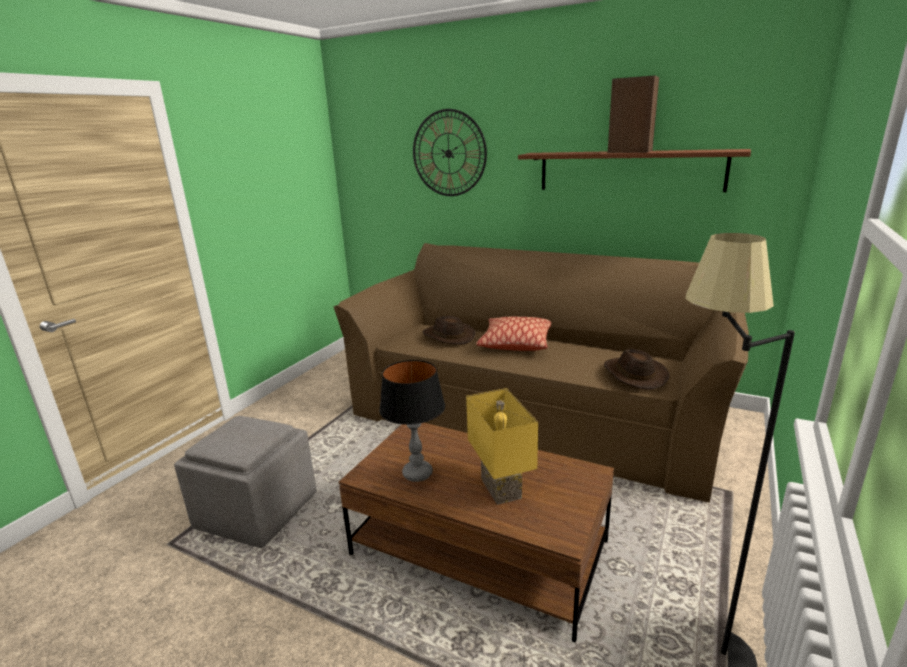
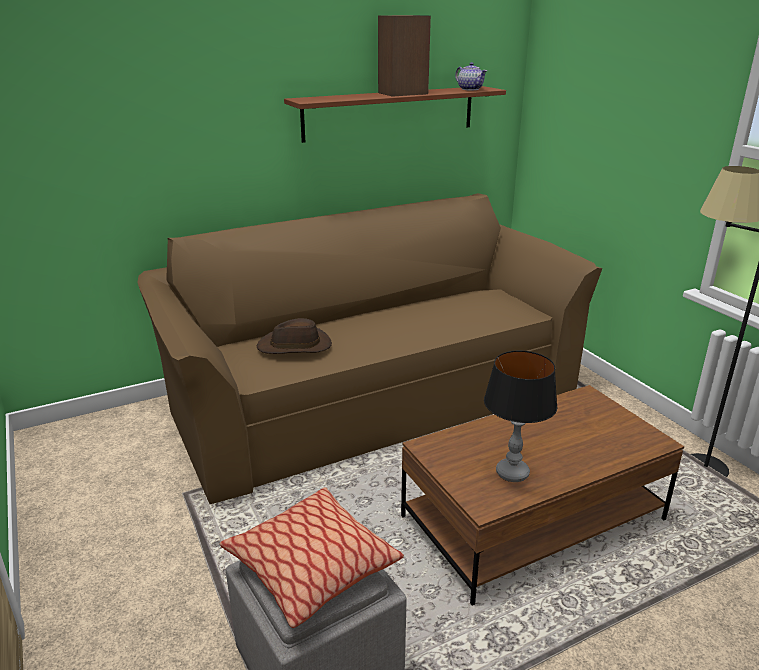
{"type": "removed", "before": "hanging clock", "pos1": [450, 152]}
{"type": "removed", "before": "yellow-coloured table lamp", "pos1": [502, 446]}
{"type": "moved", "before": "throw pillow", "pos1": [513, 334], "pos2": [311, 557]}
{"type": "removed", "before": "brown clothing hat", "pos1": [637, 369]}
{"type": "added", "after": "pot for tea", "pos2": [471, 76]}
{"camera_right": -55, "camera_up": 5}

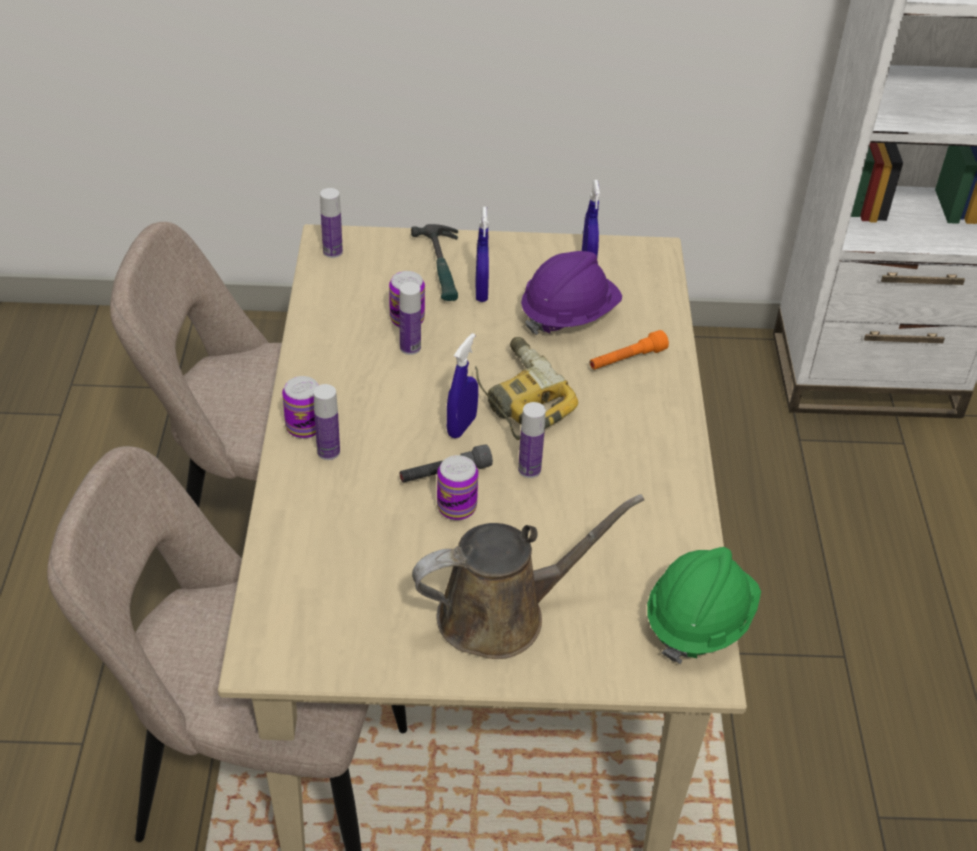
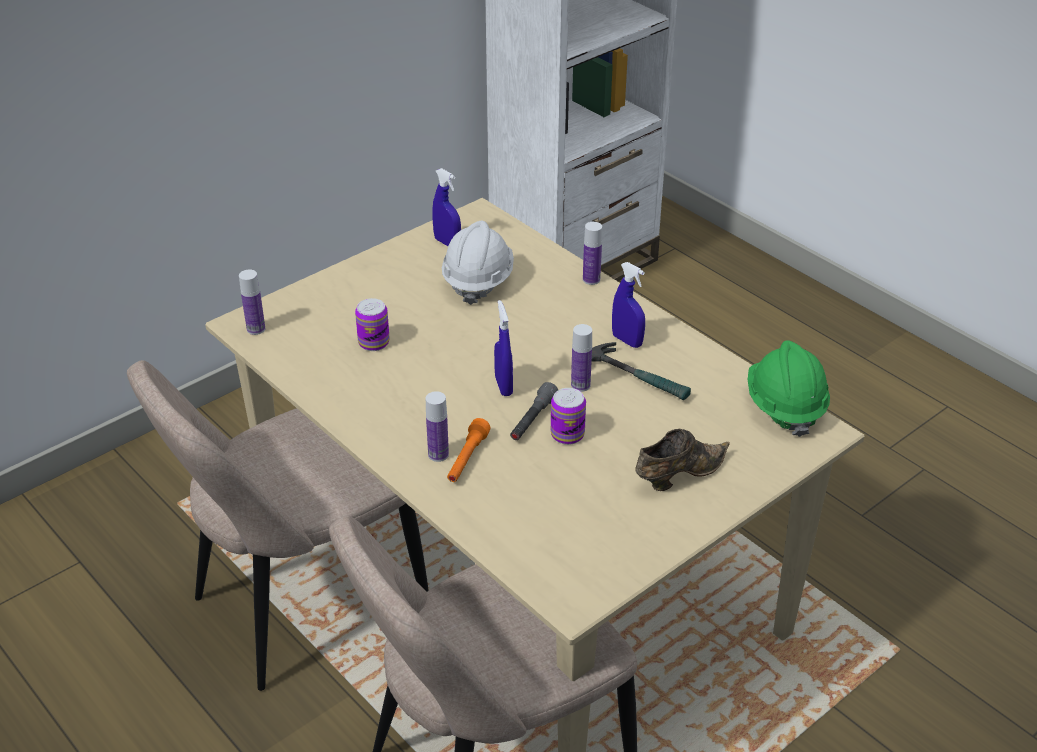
{"type": "removed", "before": "can", "pos1": [300, 407]}
{"type": "moved", "before": "bottle", "pos1": [410, 318], "pos2": [592, 253]}
{"type": "moved", "before": "hammer", "pos1": [434, 262], "pos2": [641, 371]}
{"type": "replaced", "before": "brown sprinkling can", "after": "brown low shoe", "pos1": [528, 576], "pos2": [682, 460]}
{"type": "moved", "before": "blue-coloured hand sprayer", "pos1": [482, 254], "pos2": [628, 305]}
{"type": "removed", "before": "drill", "pos1": [526, 388]}
{"type": "recoloured", "before": "purple-coloured safety helmet", "after": "white safety helmet", "pos1": [571, 293], "pos2": [478, 263]}
{"type": "moved", "before": "orange-coloured torch", "pos1": [629, 350], "pos2": [468, 450]}
{"camera_right": -40, "camera_up": -5}

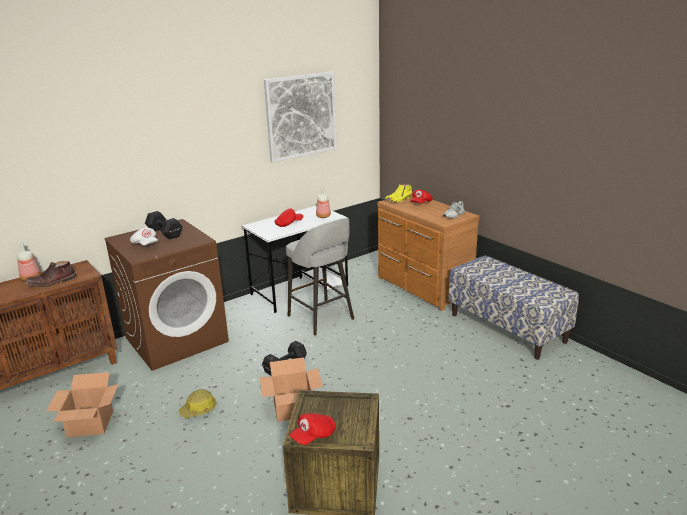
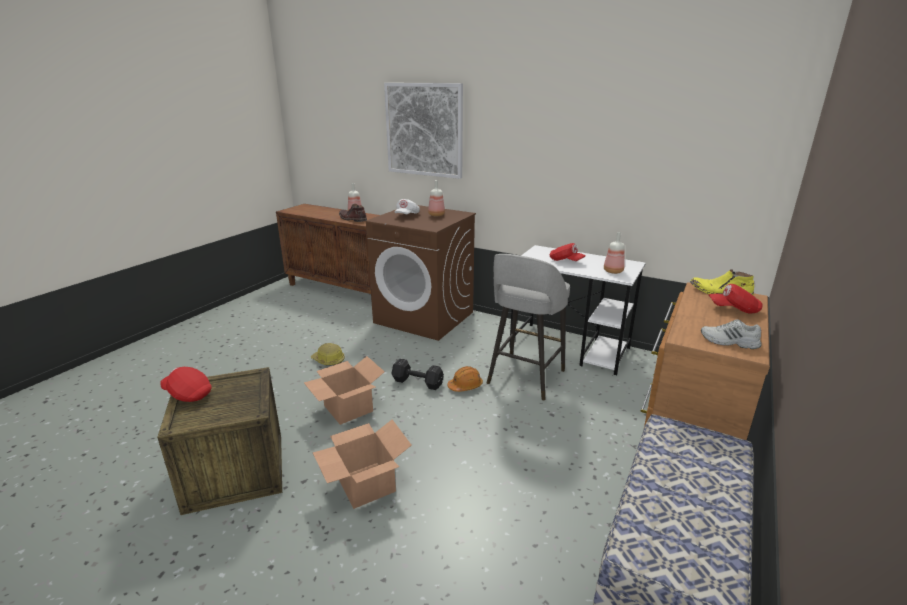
{"type": "moved", "before": "cardboard box", "pos1": [82, 404], "pos2": [362, 464]}
{"type": "replaced", "before": "black-coloured dumbbell", "after": "bottle", "pos1": [164, 225], "pos2": [436, 198]}
{"type": "moved", "before": "wall picture", "pos1": [300, 117], "pos2": [423, 131]}
{"type": "added", "after": "orange-coloured safety helmet", "pos2": [465, 379]}
{"camera_right": 65, "camera_up": 0}

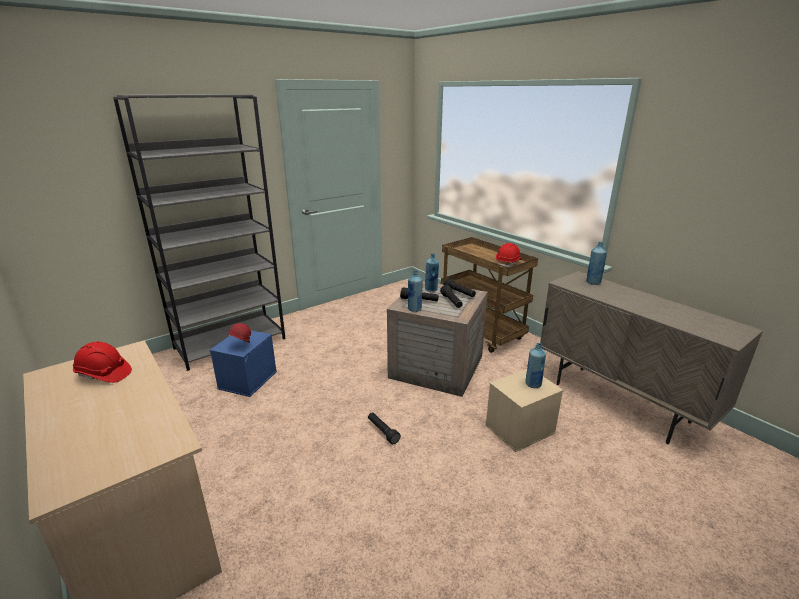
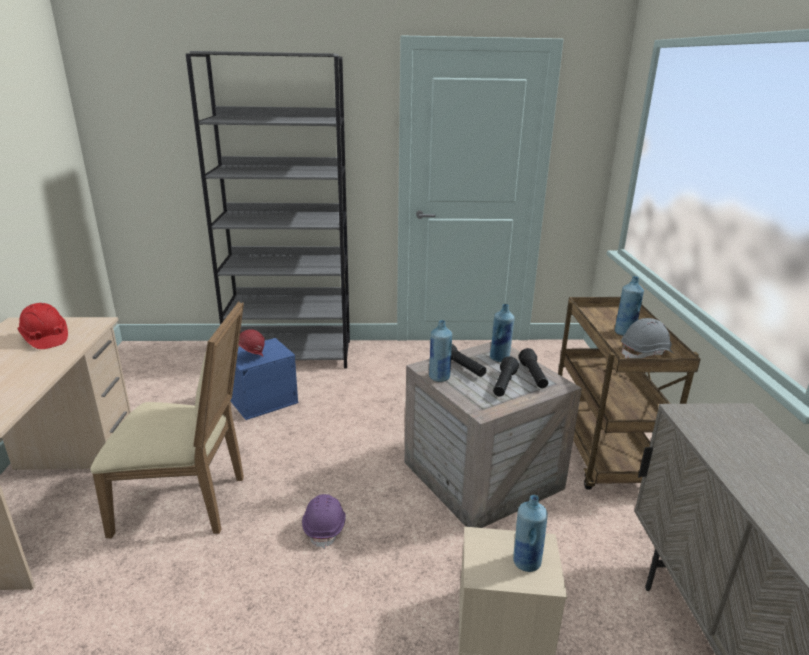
{"type": "replaced", "before": "black-coloured torch", "after": "purple-coloured safety helmet", "pos1": [384, 428], "pos2": [324, 521]}
{"type": "recoloured", "before": "red-coloured safety helmet", "after": "greyish safety helmet", "pos1": [509, 255], "pos2": [647, 338]}
{"type": "moved", "before": "blue-coloured bottle", "pos1": [596, 263], "pos2": [629, 306]}
{"type": "added", "after": "sand-coloured upright chair", "pos2": [167, 420]}
{"camera_right": 35, "camera_up": 0}

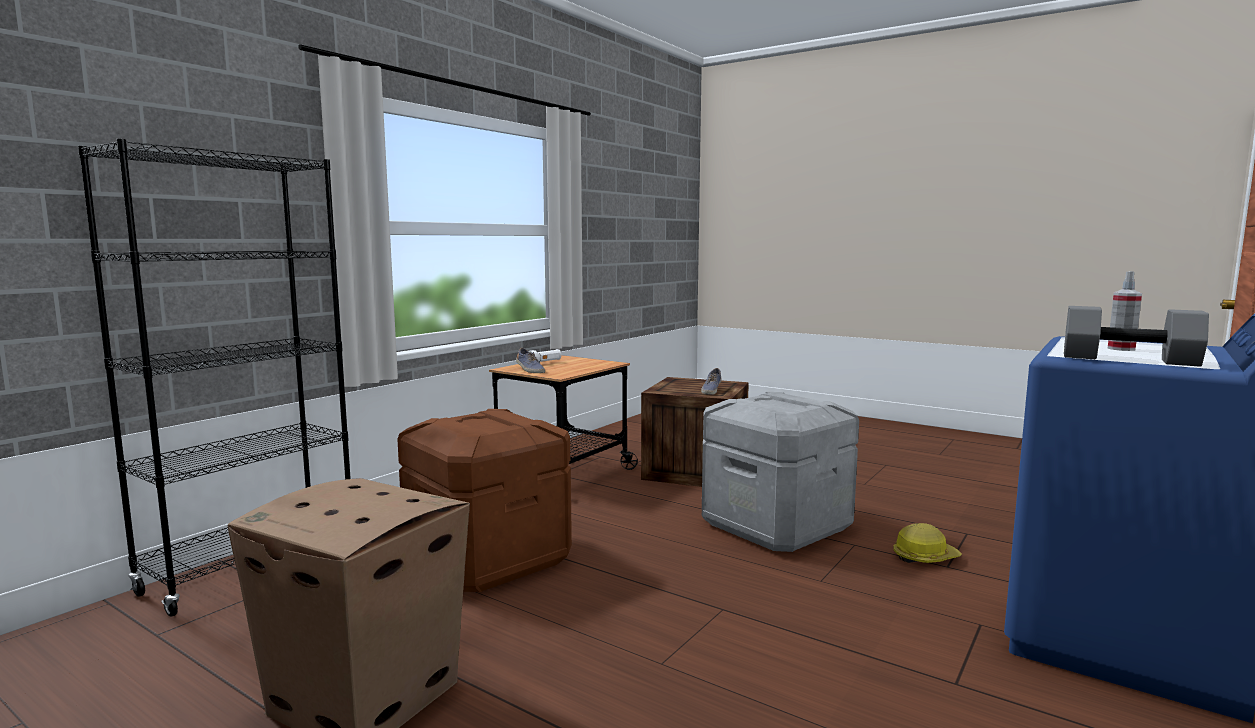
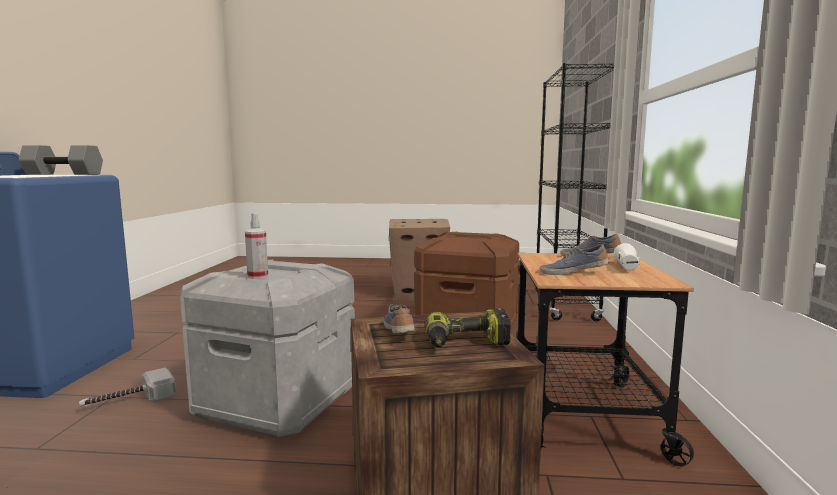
{"type": "replaced", "before": "safety helmet", "after": "hammer", "pos1": [927, 543], "pos2": [127, 387]}
{"type": "moved", "before": "hand sprayer", "pos1": [1124, 311], "pos2": [256, 246]}
{"type": "added", "after": "drill", "pos2": [468, 328]}
{"type": "added", "after": "low shoe", "pos2": [574, 259]}
{"camera_right": 150, "camera_up": 0}

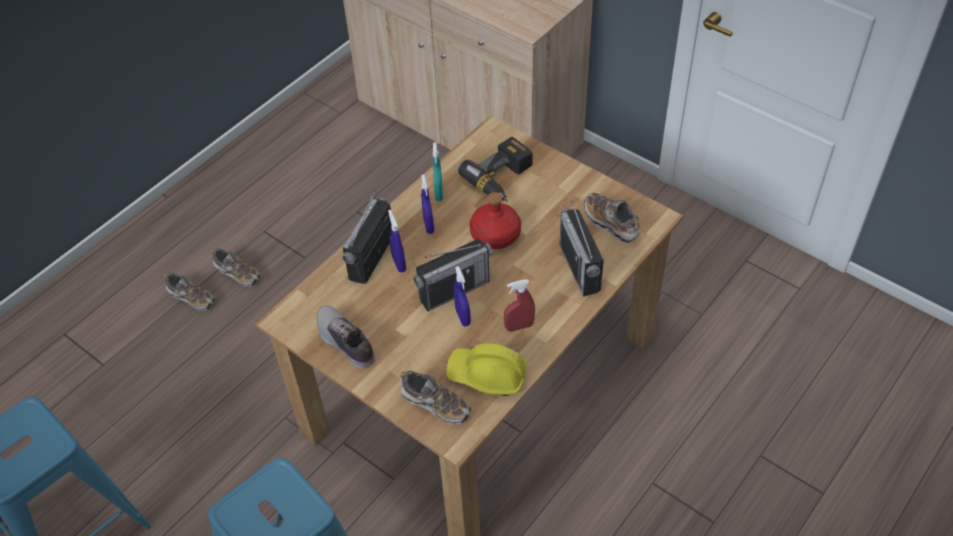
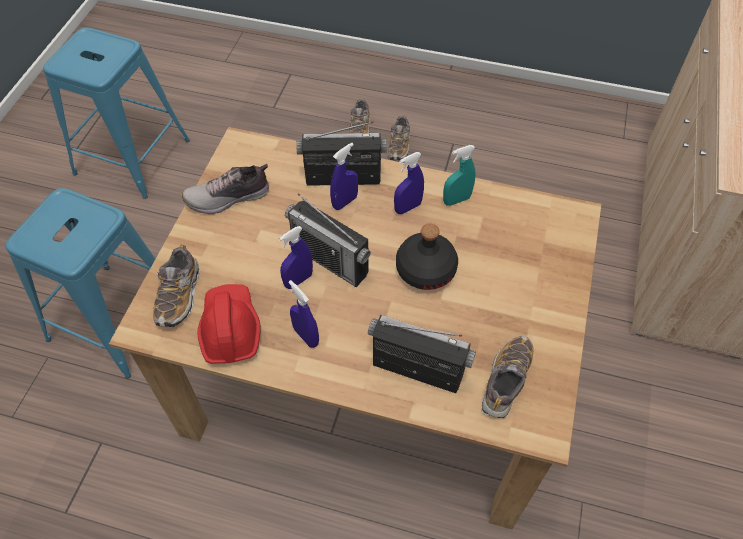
{"type": "turned", "before": "low shoe", "pos1": [346, 337], "pos2": [225, 189], "turn": -135}
{"type": "recoloured", "before": "yellow-coloured safety helmet", "after": "red-coloured safety helmet", "pos1": [486, 369], "pos2": [229, 324]}
{"type": "removed", "before": "drill", "pos1": [495, 169]}
{"type": "recoloured", "before": "red-coloured bottle", "after": "black-coloured bottle", "pos1": [495, 220], "pos2": [427, 257]}
{"type": "recoloured", "before": "red-coloured hand sprayer", "after": "blue-coloured hand sprayer", "pos1": [519, 305], "pos2": [304, 314]}
{"type": "turned", "before": "radio receiver", "pos1": [582, 248], "pos2": [422, 354], "turn": 60}
{"camera_right": 65, "camera_up": 5}

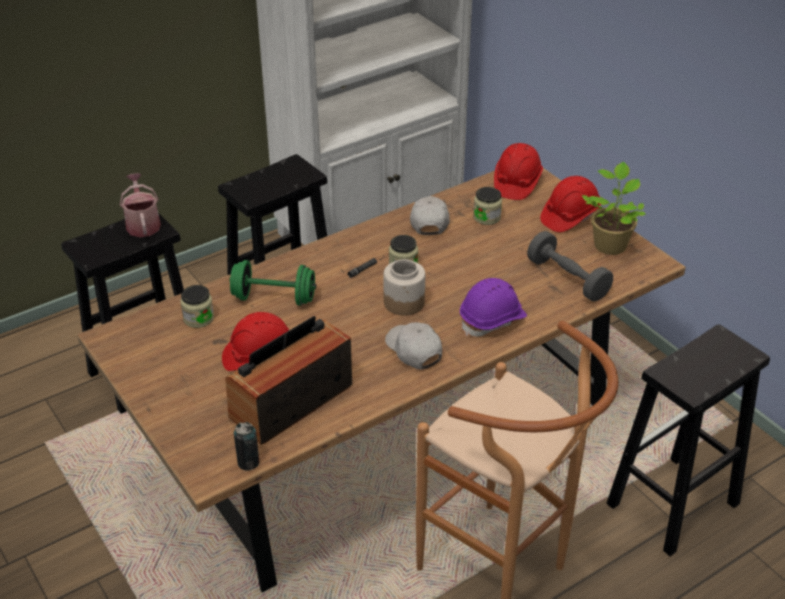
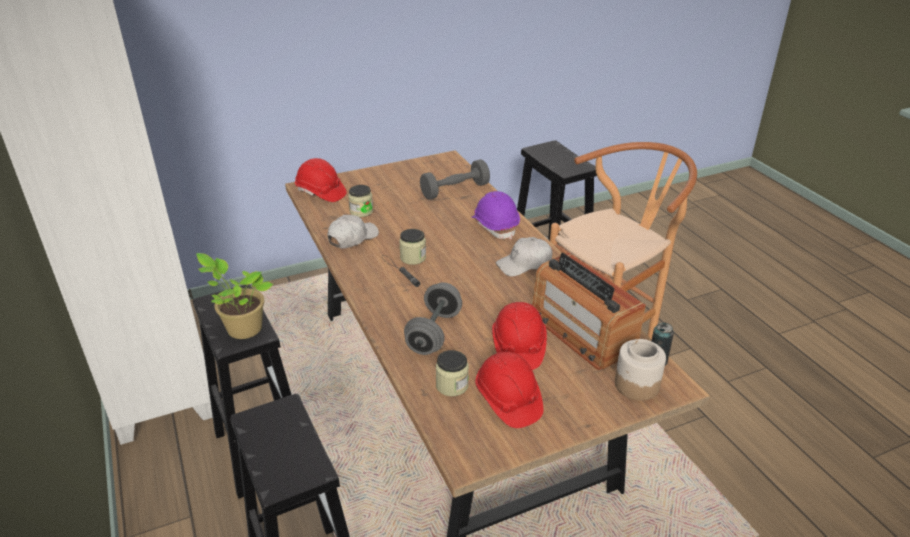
{"type": "removed", "before": "sprinkling can", "pos1": [140, 205]}
{"type": "recoloured", "before": "green-coloured dumbbell", "after": "greyish dumbbell", "pos1": [273, 283], "pos2": [433, 318]}
{"type": "moved", "before": "jar", "pos1": [404, 287], "pos2": [640, 370]}
{"type": "turned", "before": "white baseball cap", "pos1": [430, 215], "pos2": [353, 232], "turn": 120}
{"type": "moved", "before": "red-coloured safety helmet", "pos1": [570, 204], "pos2": [509, 390]}
{"type": "moved", "before": "plant in a pot", "pos1": [614, 208], "pos2": [234, 296]}
{"camera_right": -80, "camera_up": -5}

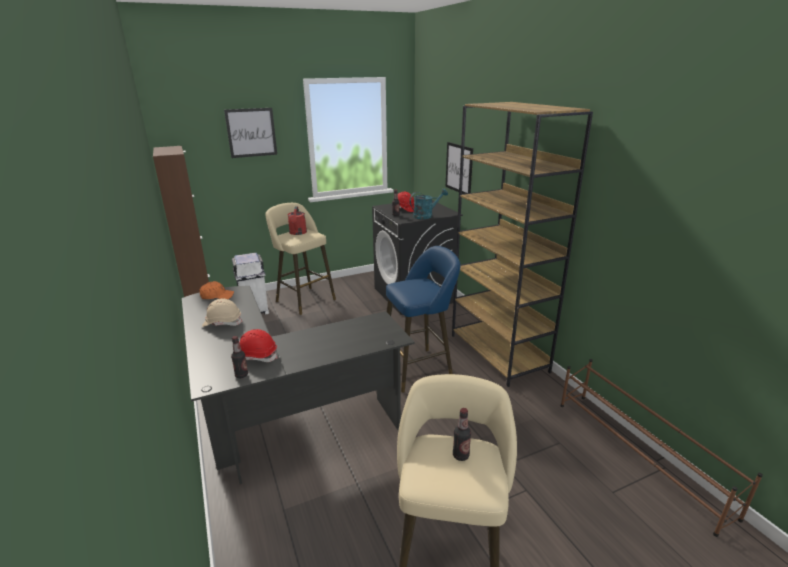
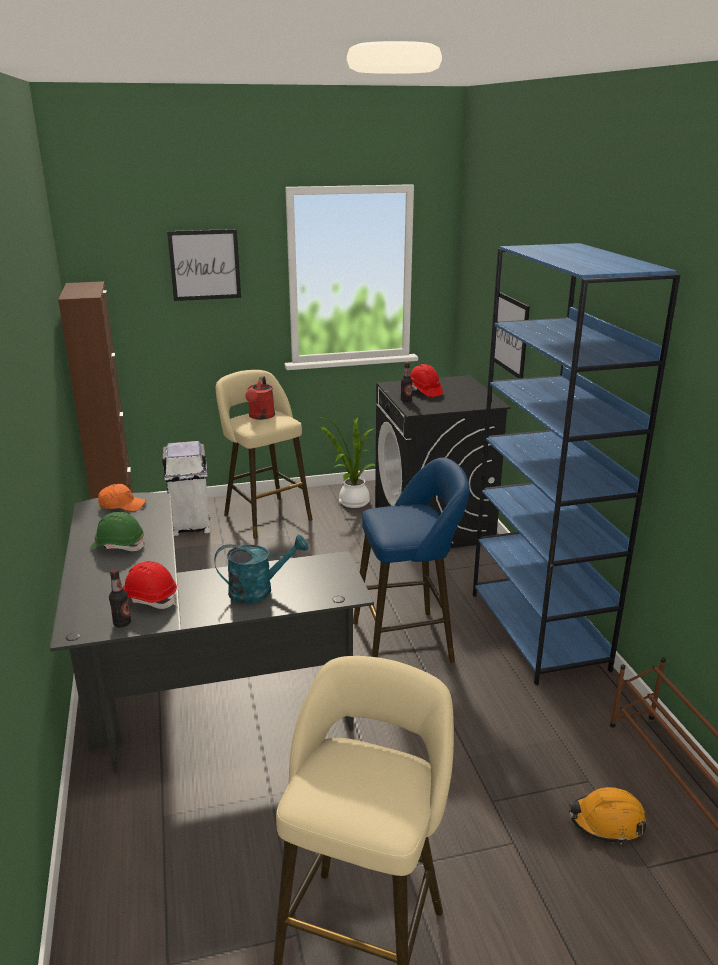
{"type": "recoloured", "before": "sand-coloured safety helmet", "after": "green-coloured safety helmet", "pos1": [222, 312], "pos2": [117, 531]}
{"type": "moved", "before": "blue-green sprinkling can", "pos1": [429, 203], "pos2": [261, 569]}
{"type": "recoloured", "before": "brown bookcase", "after": "blue-coloured bookcase", "pos1": [522, 244], "pos2": [576, 464]}
{"type": "removed", "before": "bottle", "pos1": [462, 434]}
{"type": "added", "after": "plant in a pot", "pos2": [348, 463]}
{"type": "added", "after": "orange-coloured safety helmet", "pos2": [607, 815]}
{"camera_right": 10, "camera_up": 0}

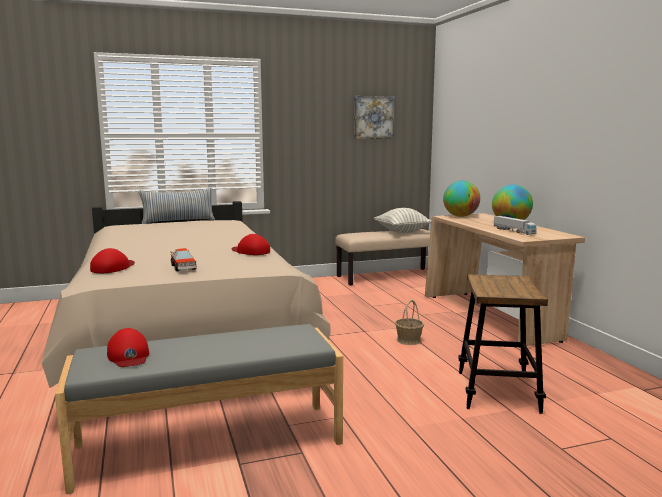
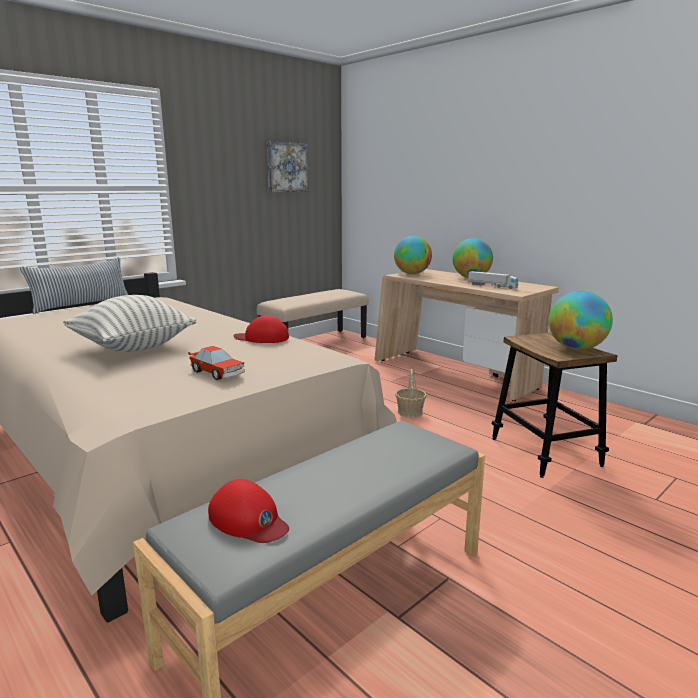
{"type": "removed", "before": "red-coloured baseball cap", "pos1": [112, 260]}
{"type": "moved", "before": "throw pillow", "pos1": [402, 220], "pos2": [129, 323]}
{"type": "added", "after": "globe", "pos2": [581, 320]}
{"camera_right": -25, "camera_up": 5}

